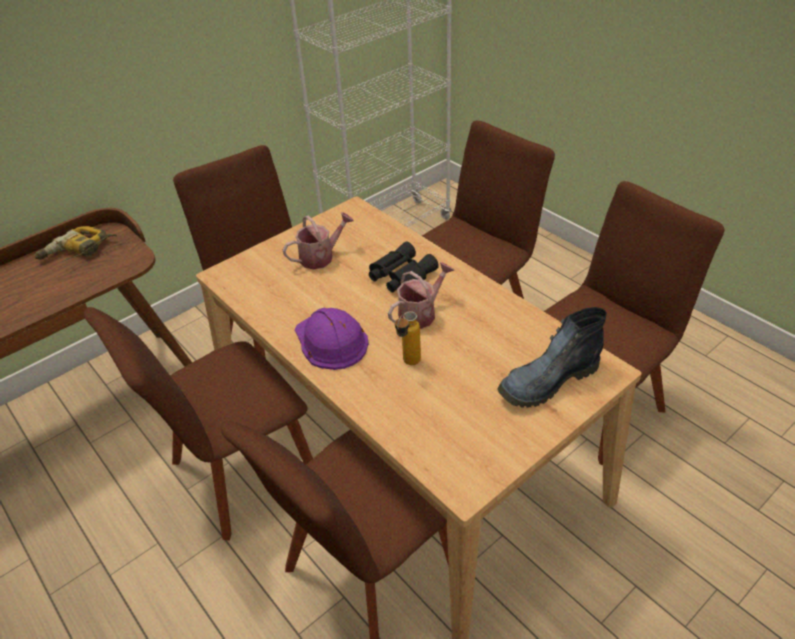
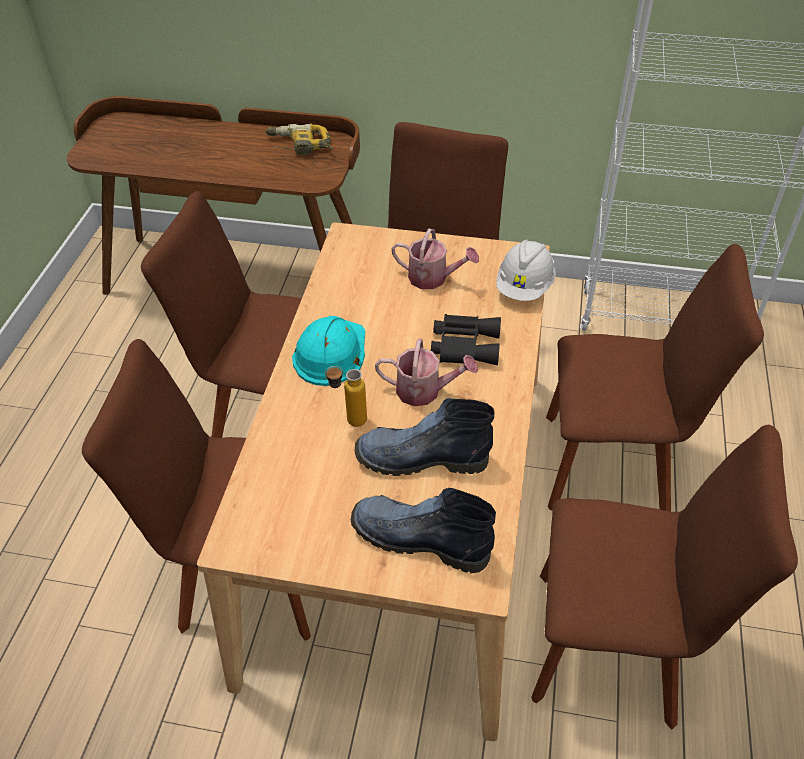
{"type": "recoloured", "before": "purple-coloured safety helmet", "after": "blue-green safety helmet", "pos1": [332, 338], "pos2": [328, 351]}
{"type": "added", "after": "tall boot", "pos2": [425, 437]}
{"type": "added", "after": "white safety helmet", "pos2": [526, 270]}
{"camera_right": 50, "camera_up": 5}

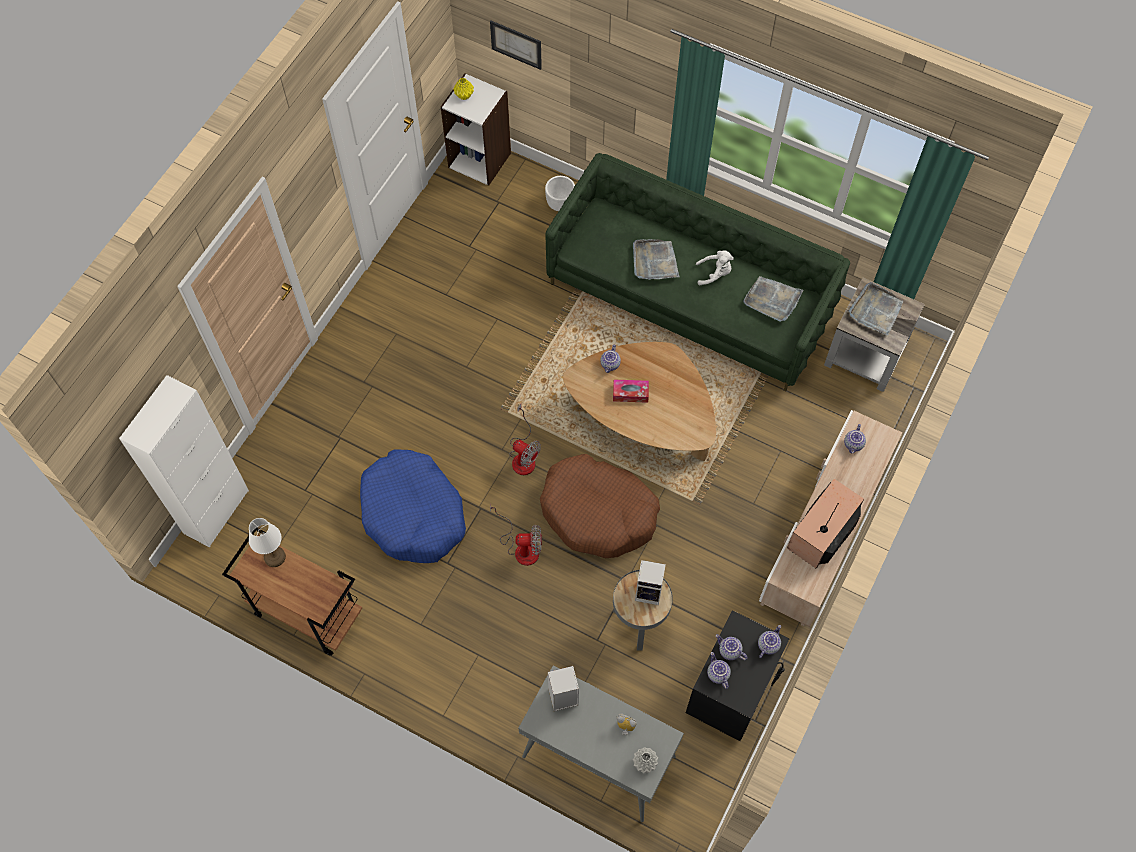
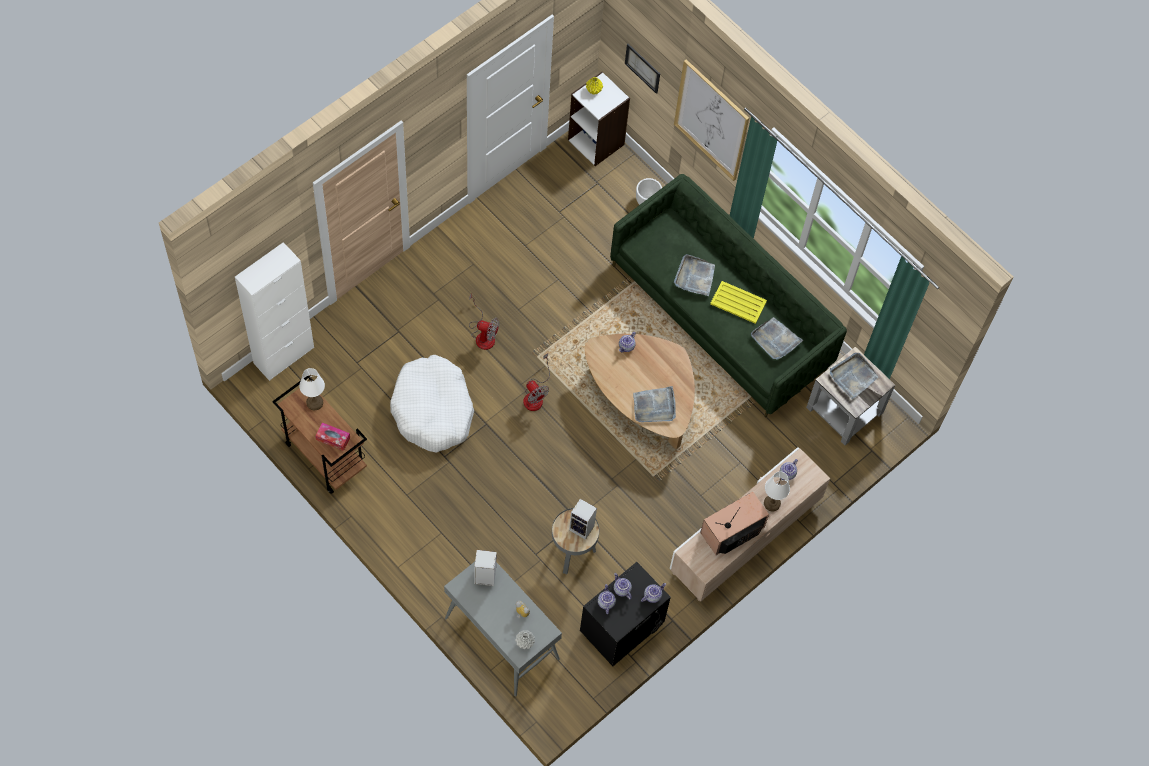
{"type": "recoloured", "before": "blue-coloured dog bed", "after": "white dog bed", "pos1": [413, 506], "pos2": [432, 404]}
{"type": "moved", "before": "cooling fan", "pos1": [516, 534], "pos2": [484, 322]}
{"type": "removed", "before": "brown dog bed", "pos1": [600, 506]}
{"type": "moved", "before": "box of tissues", "pos1": [631, 391], "pos2": [332, 436]}
{"type": "replaced", "before": "white soft toy", "after": "yellow-coloured tray", "pos1": [715, 267], "pos2": [738, 302]}
{"type": "added", "after": "greyish tray", "pos2": [654, 404]}
{"type": "added", "after": "wall picture", "pos2": [711, 120]}
{"type": "added", "after": "white table lamp", "pos2": [777, 491]}
{"camera_right": 15, "camera_up": 0}

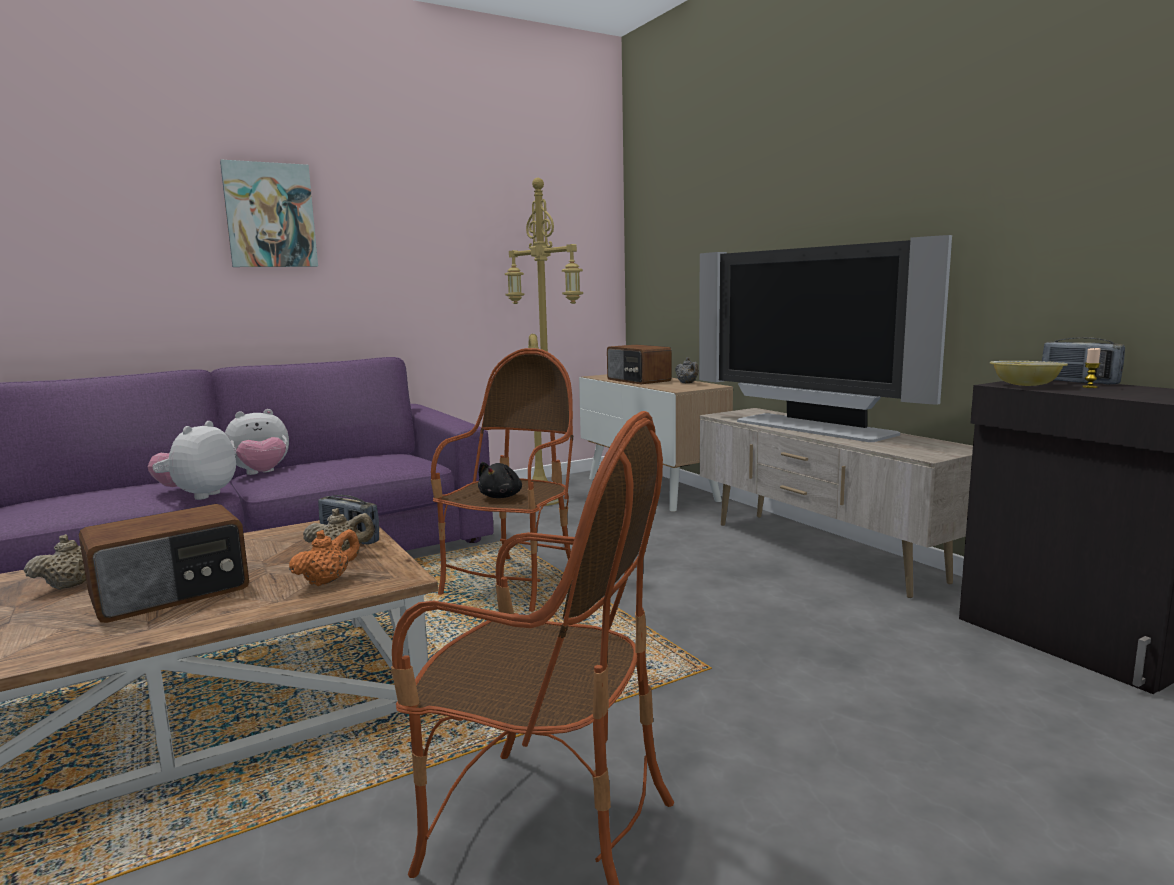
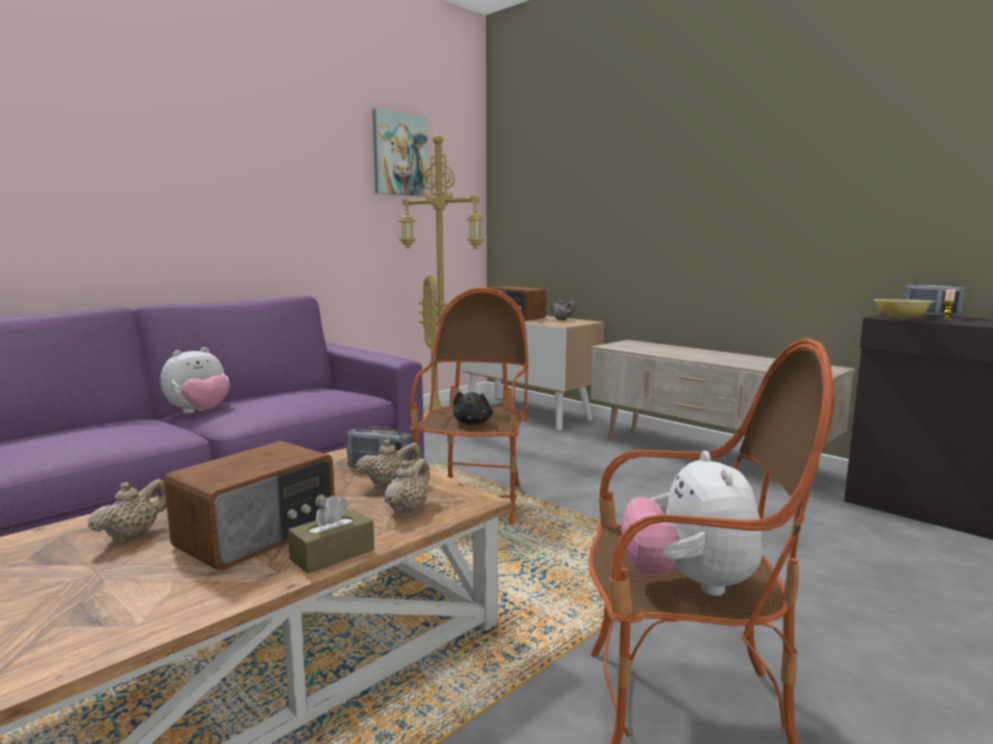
{"type": "moved", "before": "soft toy", "pos1": [192, 460], "pos2": [692, 523]}
{"type": "moved", "before": "wall picture", "pos1": [269, 213], "pos2": [400, 152]}
{"type": "recoloured", "before": "orange-coloured pot for tea", "after": "sand-coloured pot for tea", "pos1": [324, 557], "pos2": [407, 486]}
{"type": "removed", "before": "television", "pos1": [825, 338]}
{"type": "added", "after": "brown box of tissues", "pos2": [331, 535]}
{"camera_right": -15, "camera_up": 0}

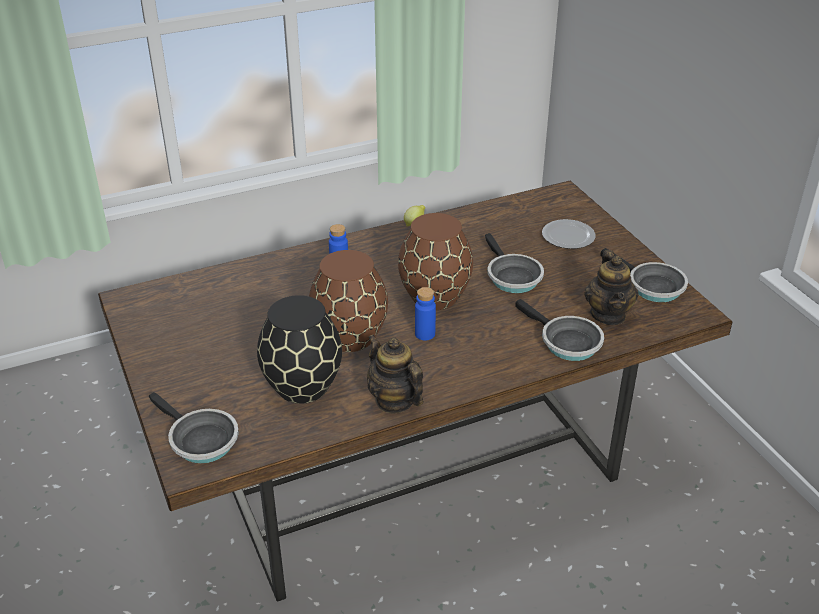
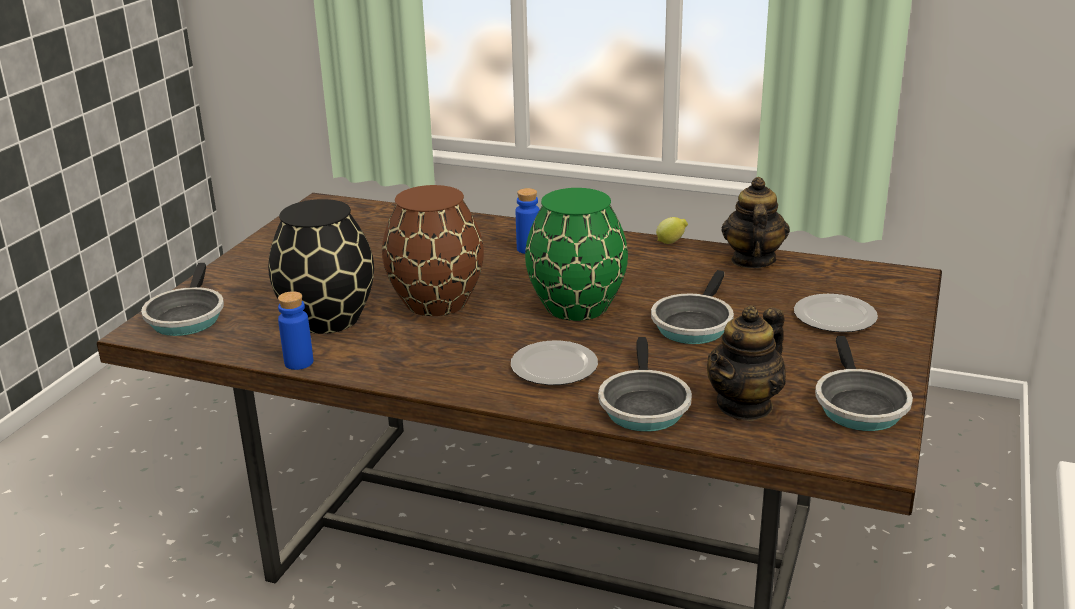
{"type": "moved", "before": "pot for tea", "pos1": [395, 373], "pos2": [756, 222]}
{"type": "recoloured", "before": "brown flower vase", "after": "green-coloured flower vase", "pos1": [435, 261], "pos2": [576, 254]}
{"type": "moved", "before": "blue-coloured bottle", "pos1": [425, 313], "pos2": [295, 330]}
{"type": "added", "after": "flat dish", "pos2": [554, 363]}
{"camera_right": 45, "camera_up": -10}

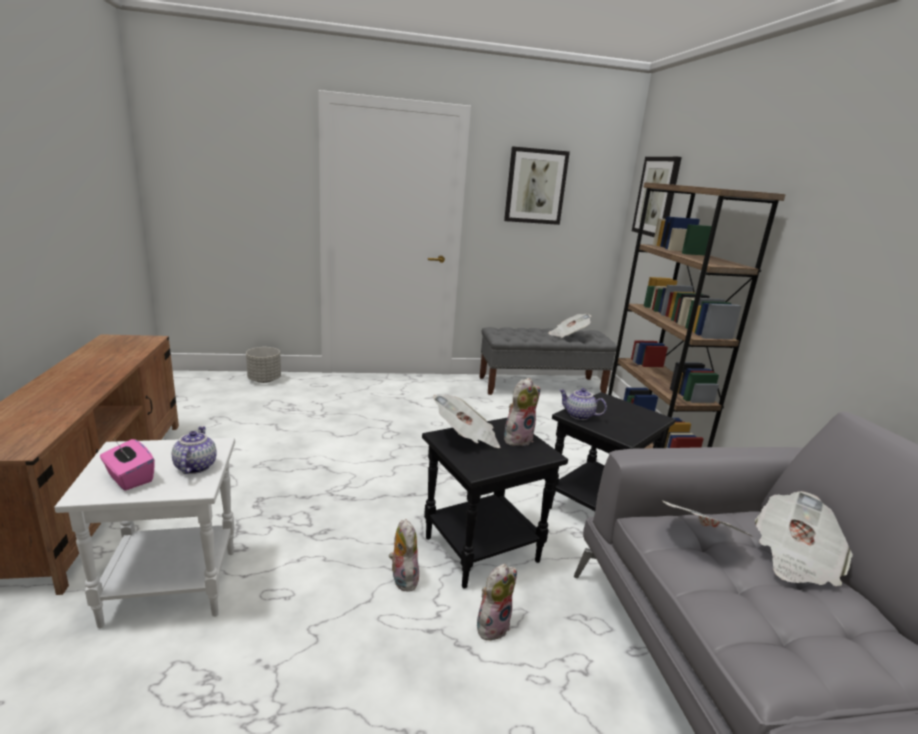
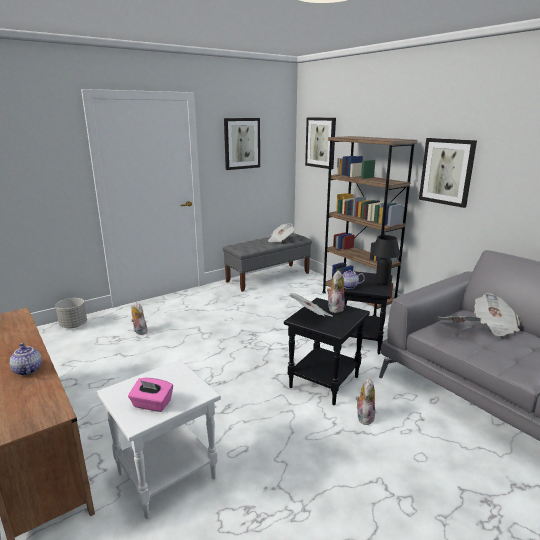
{"type": "moved", "before": "pot for tea", "pos1": [194, 450], "pos2": [26, 359]}
{"type": "moved", "before": "soft toy", "pos1": [404, 555], "pos2": [139, 318]}
{"type": "added", "after": "black-coloured table lamp", "pos2": [385, 260]}
{"type": "added", "after": "wall picture", "pos2": [448, 173]}
{"camera_right": -25, "camera_up": 0}

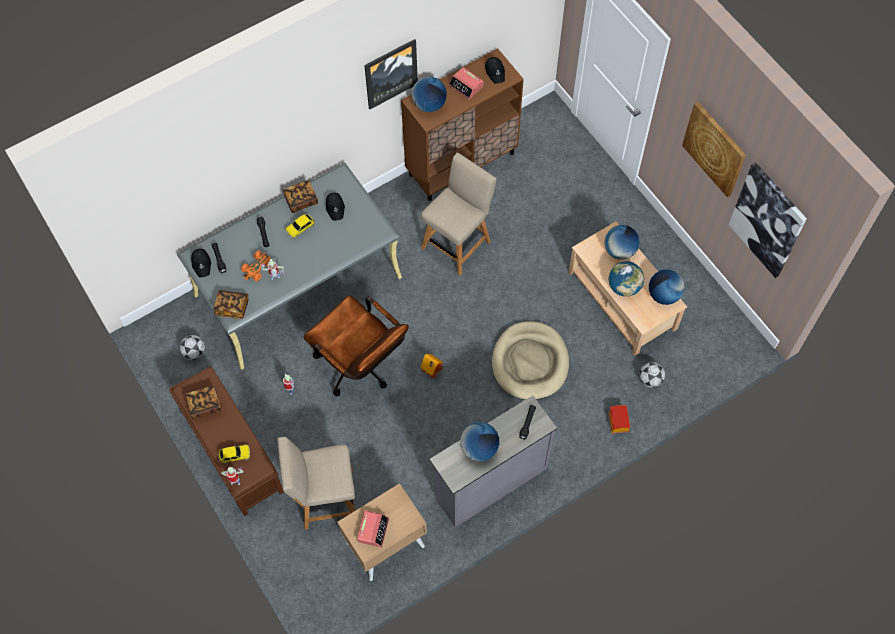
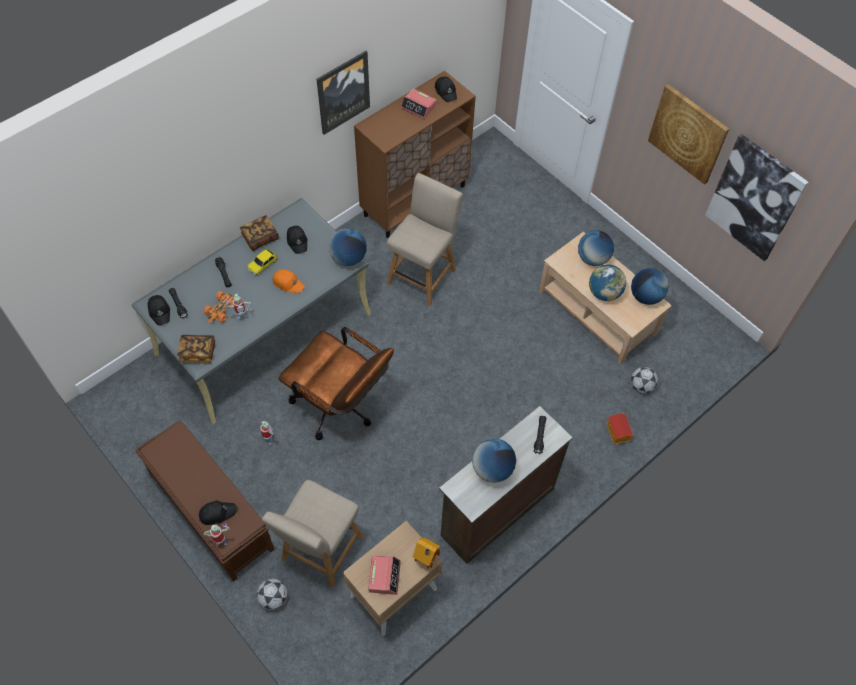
{"type": "moved", "before": "football", "pos1": [192, 347], "pos2": [272, 594]}
{"type": "removed", "before": "volume", "pos1": [203, 403]}
{"type": "replaced", "before": "model car", "after": "black-coloured baseball cap", "pos1": [234, 454], "pos2": [218, 513]}
{"type": "turned", "before": "sand-coloured upright chair", "pos1": [316, 483], "pos2": [313, 534], "turn": -45}
{"type": "moved", "before": "globe", "pos1": [429, 94], "pos2": [348, 247]}
{"type": "moved", "before": "miniature house", "pos1": [432, 365], "pos2": [427, 552]}
{"type": "recoloured", "before": "greyish dresser", "after": "brown dresser", "pos1": [493, 461], "pos2": [506, 485]}
{"type": "removed", "before": "sand-coloured dog bed", "pos1": [530, 360]}
{"type": "added", "after": "orange-coloured baseball cap", "pos2": [288, 282]}
{"camera_right": -10, "camera_up": -5}

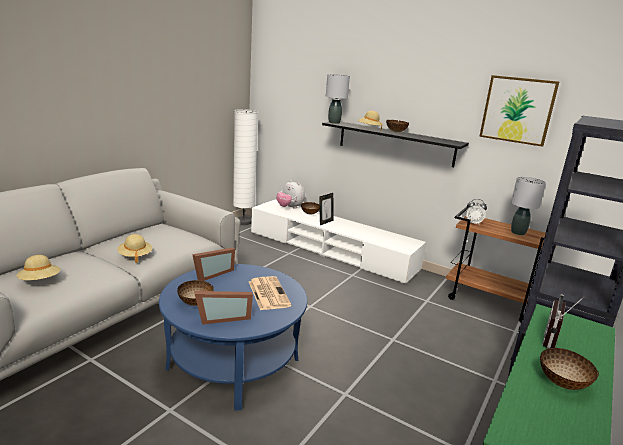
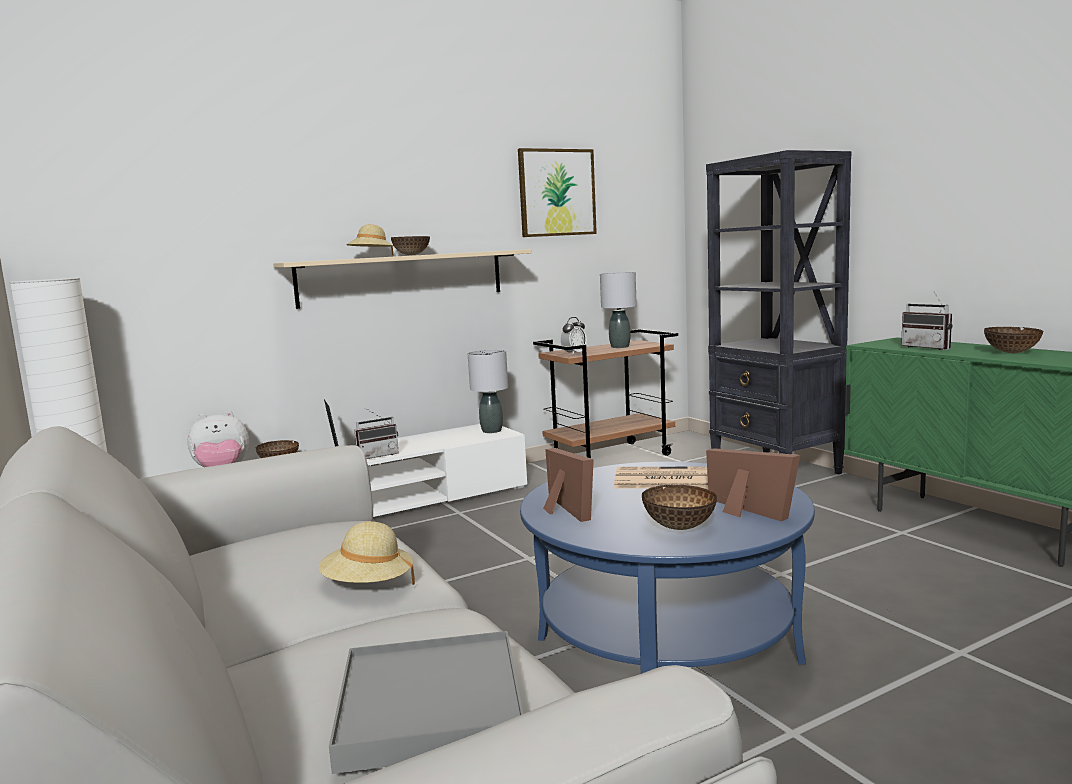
{"type": "replaced", "before": "sand-coloured clothing hat", "after": "greyish tray", "pos1": [38, 267], "pos2": [426, 702]}
{"type": "turned", "before": "standing frame", "pos1": [223, 308], "pos2": [753, 484], "turn": -45}
{"type": "recoloured", "before": "black-coloured bracket shelf", "after": "sand-coloured bracket shelf", "pos1": [395, 144], "pos2": [402, 279]}
{"type": "moved", "before": "greyish table lamp", "pos1": [338, 99], "pos2": [488, 391]}
{"type": "added", "after": "radio receiver", "pos2": [377, 433]}
{"camera_right": -60, "camera_up": -10}

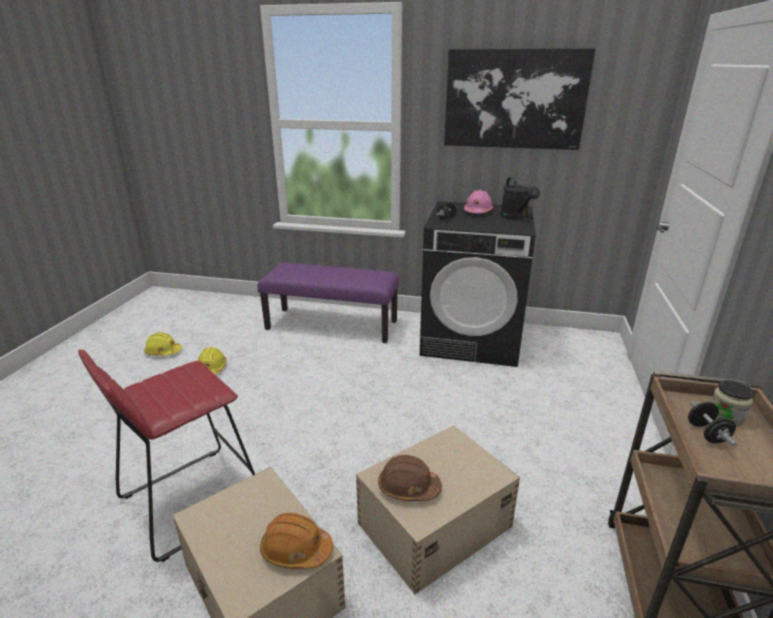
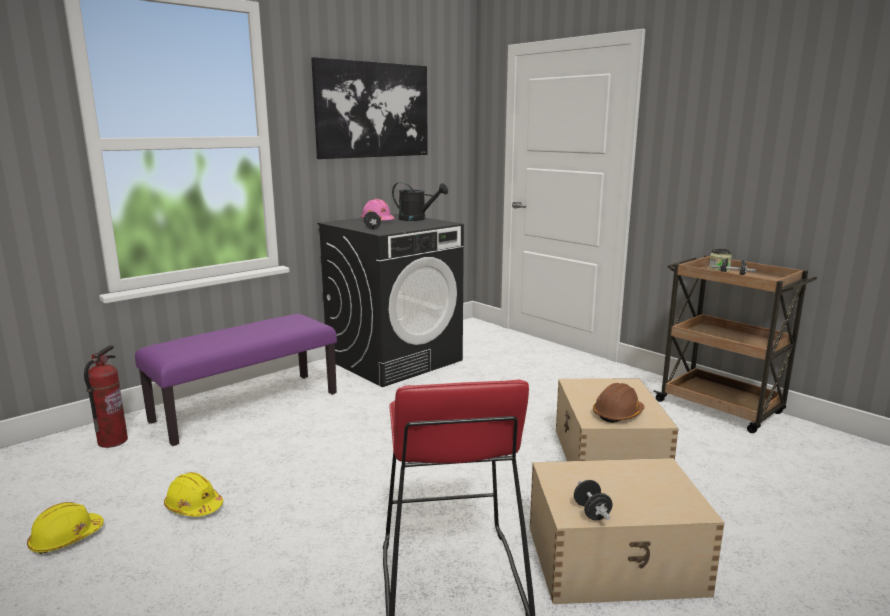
{"type": "removed", "before": "orange-coloured safety helmet", "pos1": [296, 541]}
{"type": "added", "after": "fire-fighting cylinder", "pos2": [106, 396]}
{"type": "added", "after": "black-coloured dumbbell", "pos2": [593, 500]}
{"camera_right": -55, "camera_up": -10}

